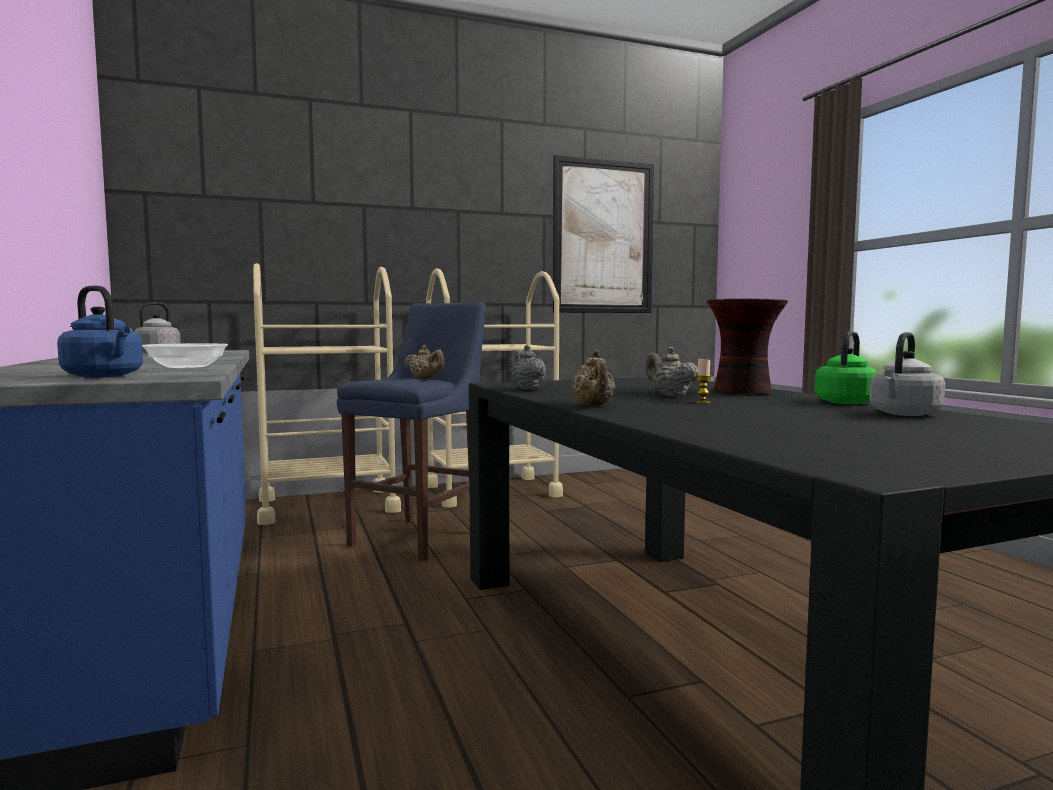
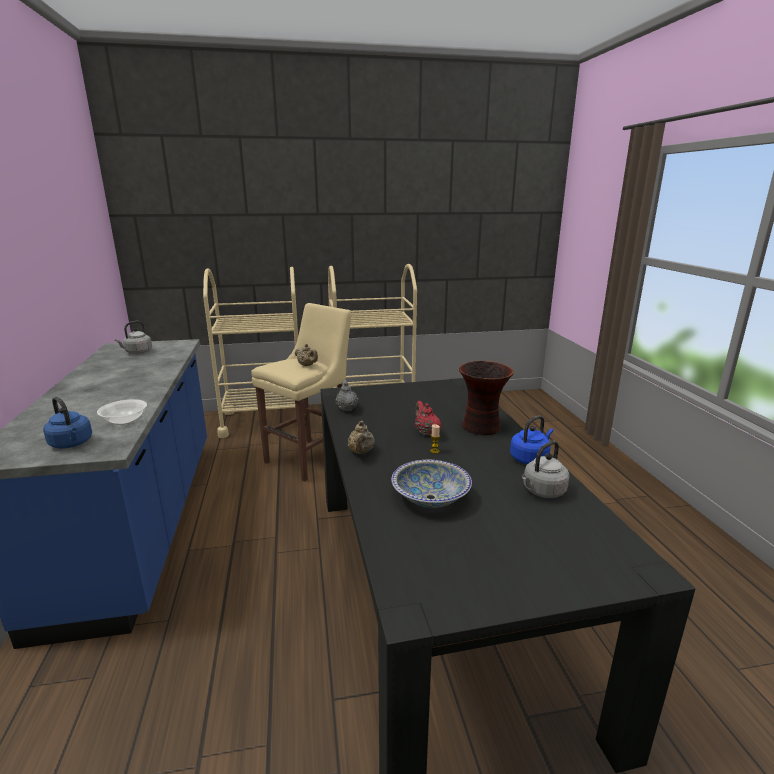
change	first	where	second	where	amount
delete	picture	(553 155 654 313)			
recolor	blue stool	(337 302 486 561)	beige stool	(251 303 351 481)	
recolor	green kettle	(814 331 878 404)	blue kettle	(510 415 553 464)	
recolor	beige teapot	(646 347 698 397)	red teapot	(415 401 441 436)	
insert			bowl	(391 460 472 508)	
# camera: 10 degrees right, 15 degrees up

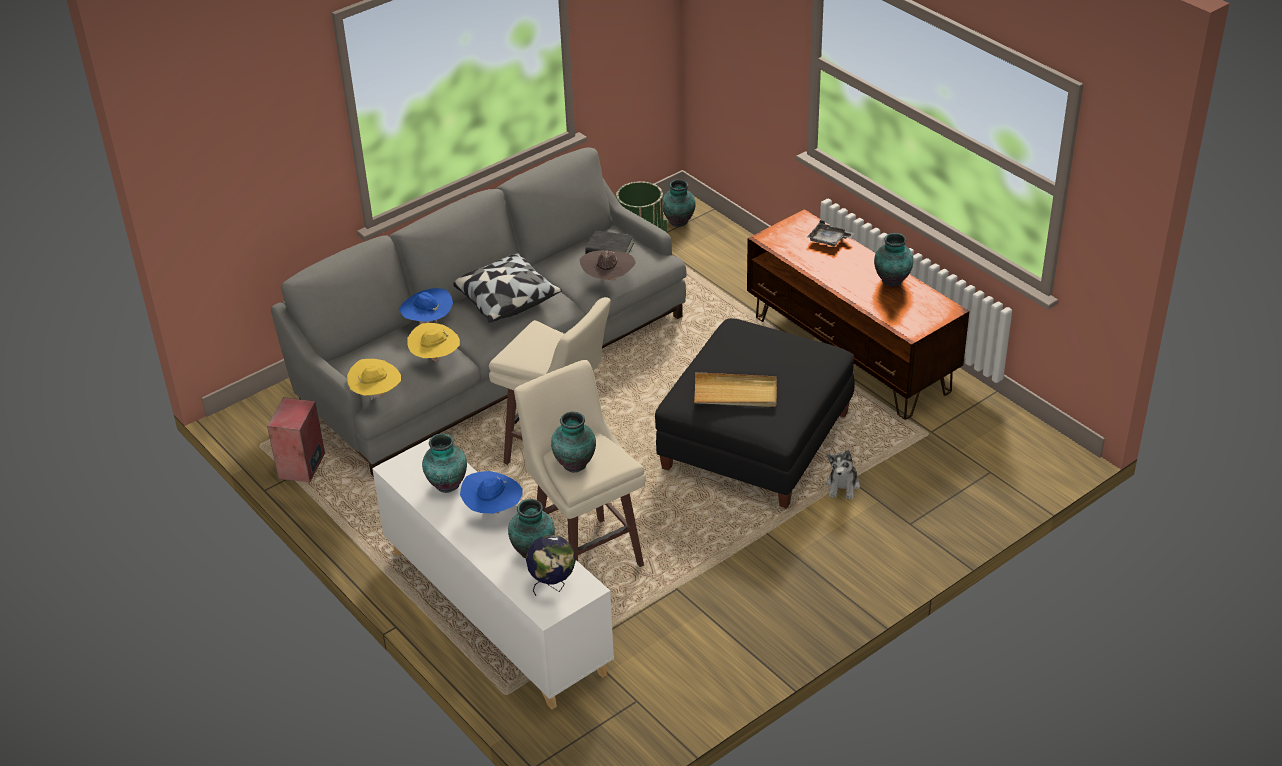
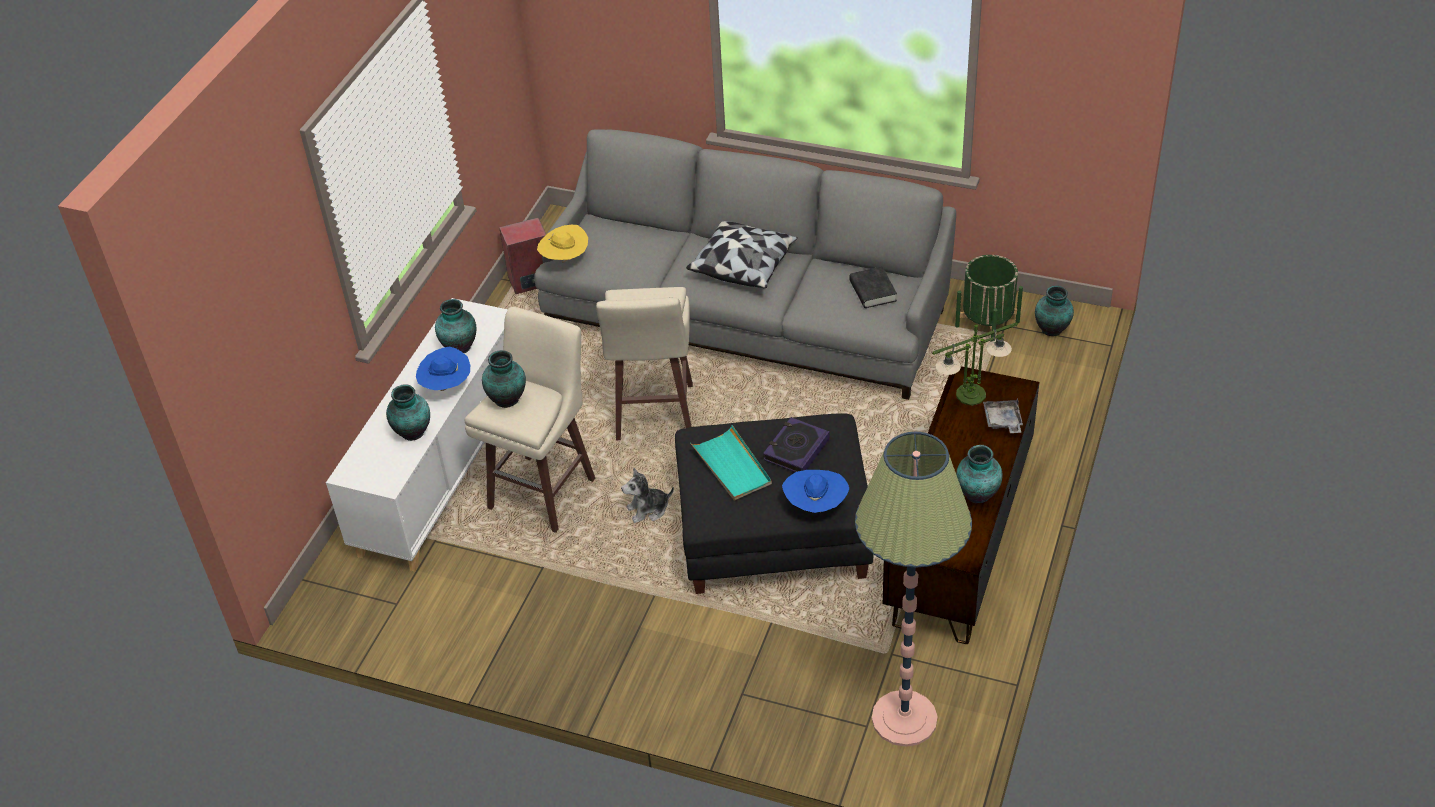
change	first	where	second	where	amount
delete	brown hat	(580 251 636 280)			
move	blue hat	(399 288 453 324)		(782 470 849 513)	
delete	yellow hat	(408 323 460 362)			
recolor	beige tray	(694 372 777 407)	turquoise tray	(690 425 772 501)	
move	plush toy	(826 450 860 500)		(621 468 674 523)	
delete	globe	(526 535 576 596)			
insert			table lamp	(932 323 1018 406)	
insert			book	(763 417 830 472)	
insert			floor lamp	(855 432 972 747)	
# camera: 60 degrees right, 5 degrees up

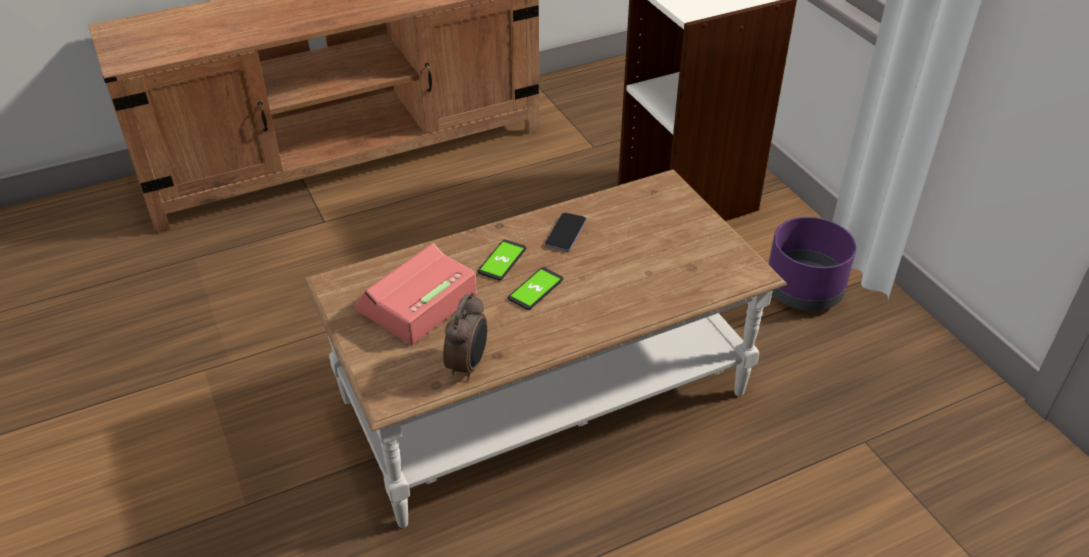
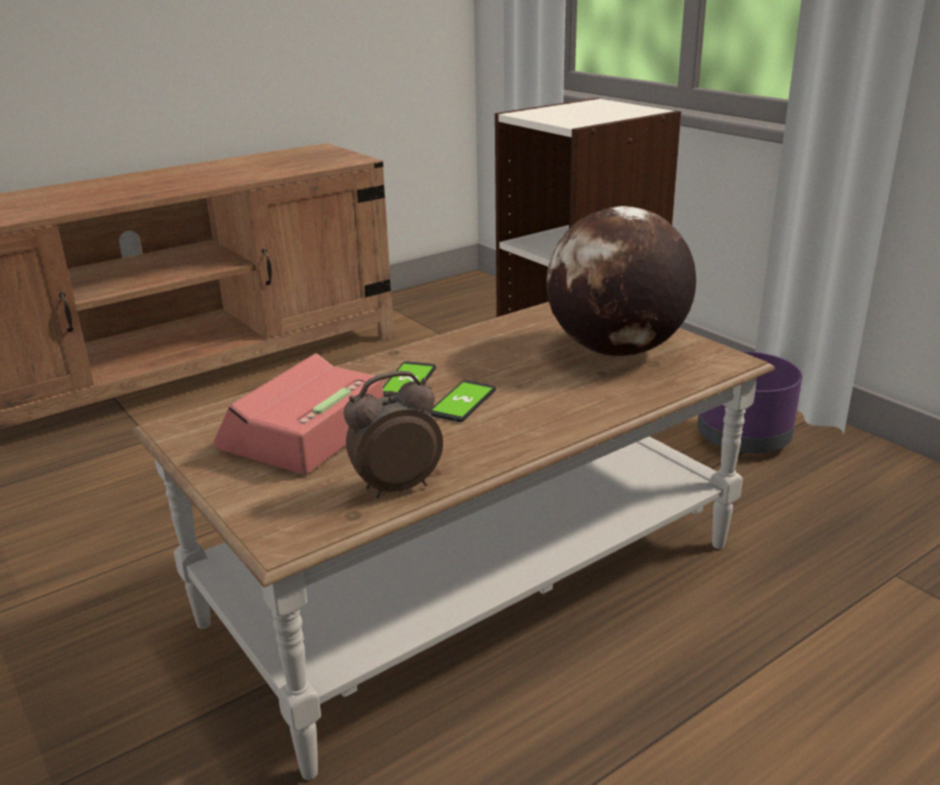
change	first	where	second	where	amount
delete	phone	(545 213 586 251)			
rotate	alarm clock	(443 292 487 380)		(344 371 443 498)	120 degrees counterclockwise
insert			globe	(546 206 696 357)	
# camera: 10 degrees left, 15 degrees down

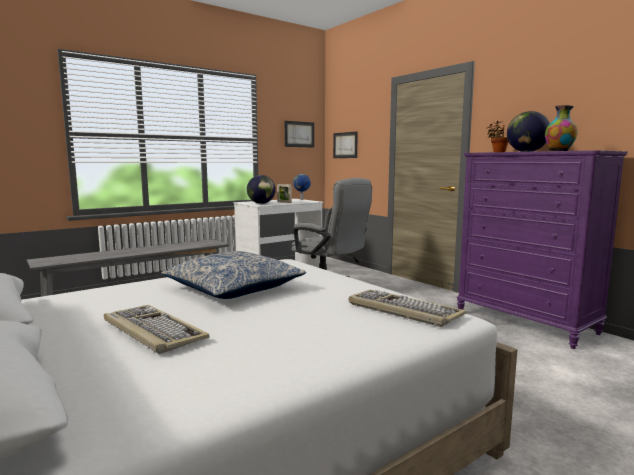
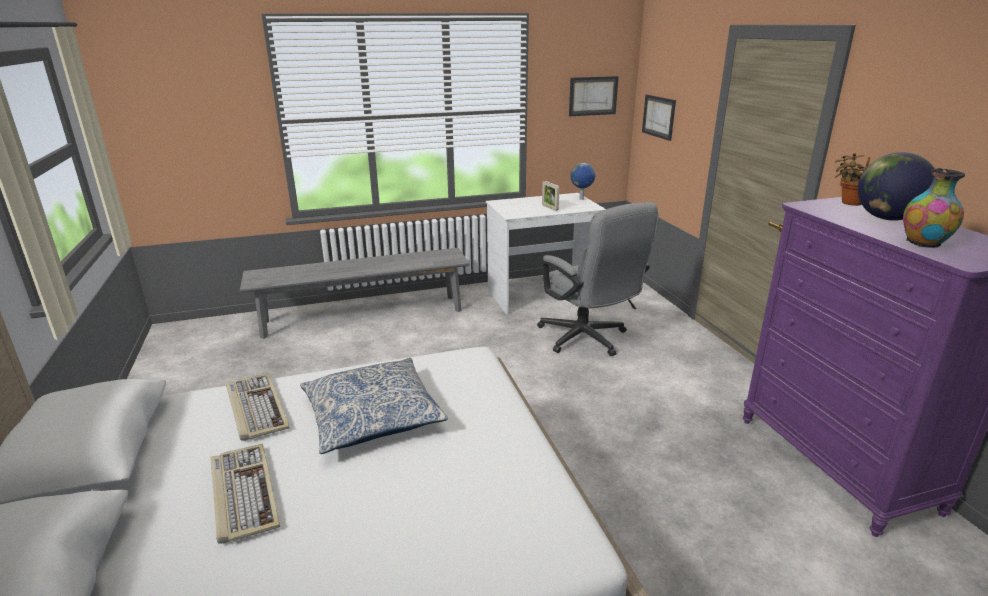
change	first	where	second	where	amount
delete	globe	(247 175 276 204)			
move	keyboard	(349 290 466 327)		(226 374 290 441)	
# camera: 20 degrees right, 15 degrees up

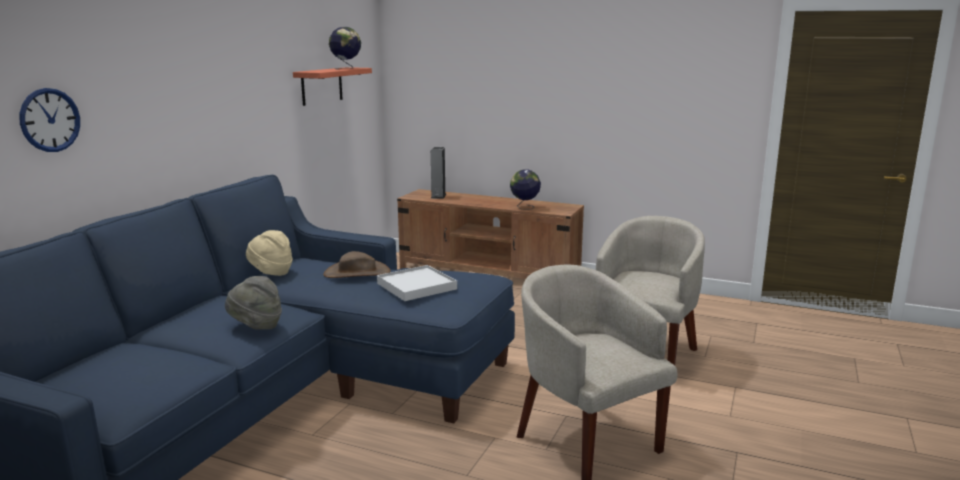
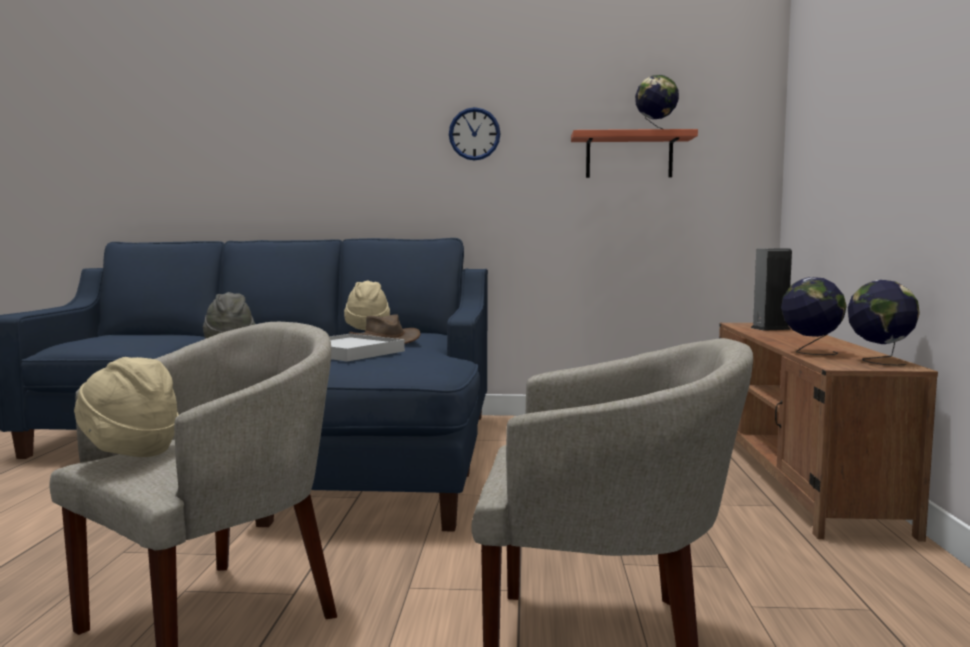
change	first	where	second	where	amount
move	wall clock	(19 88 80 152)		(449 107 500 161)	
insert			globe	(848 280 920 366)	
insert			beige hat	(74 357 179 457)	
# camera: 70 degrees right, 10 degrees down

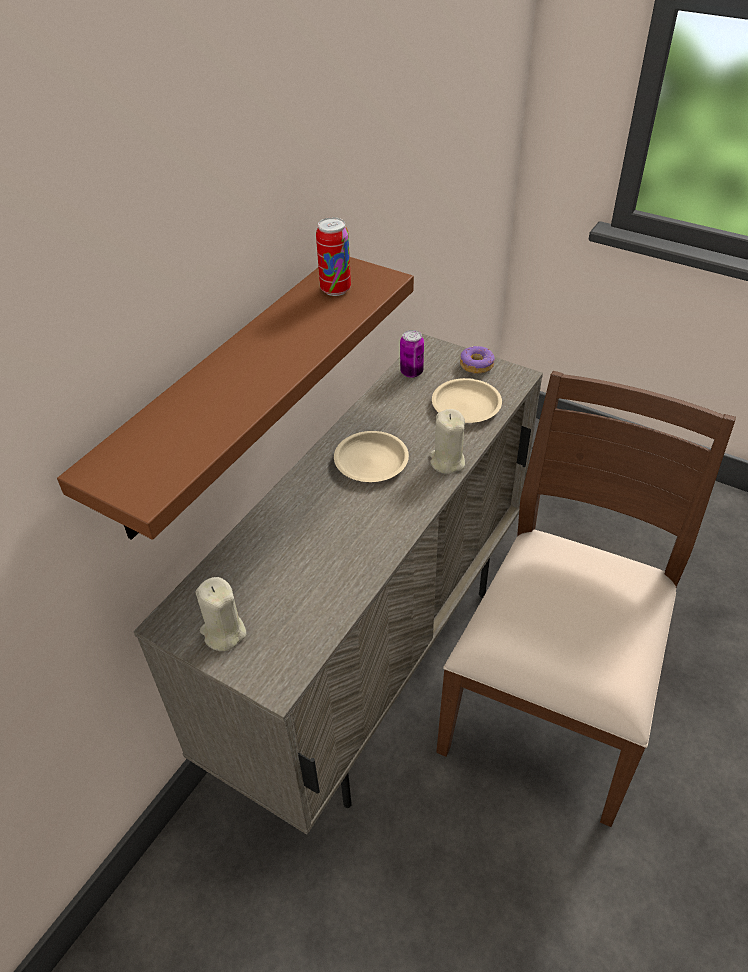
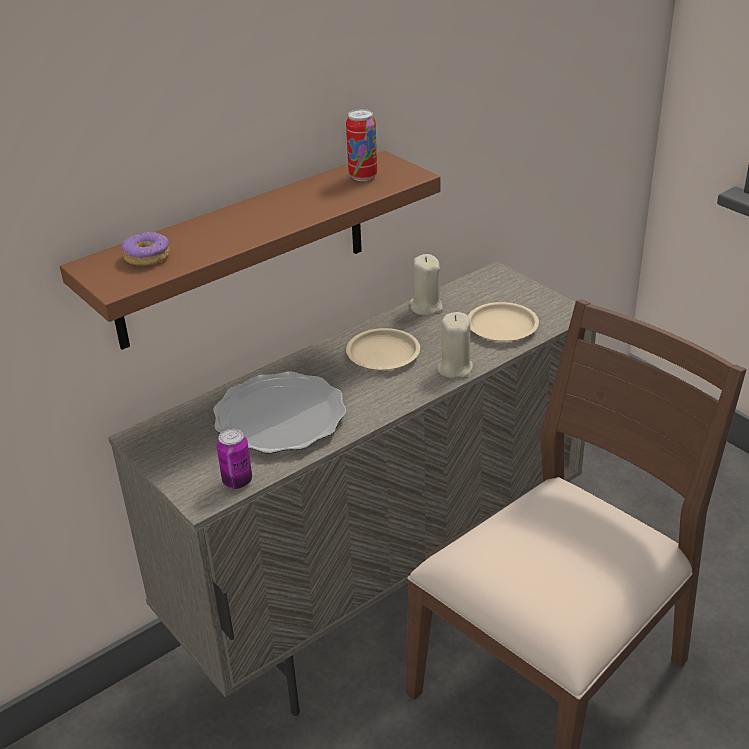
change	first	where	second	where	amount
move	can	(400 330 424 378)		(217 429 252 489)	
move	donut	(460 346 495 374)		(122 232 170 266)	
move	beige candle	(195 577 247 651)		(409 254 443 315)	
insert			plate	(213 372 346 454)	
# camera: 20 degrees right, 10 degrees down

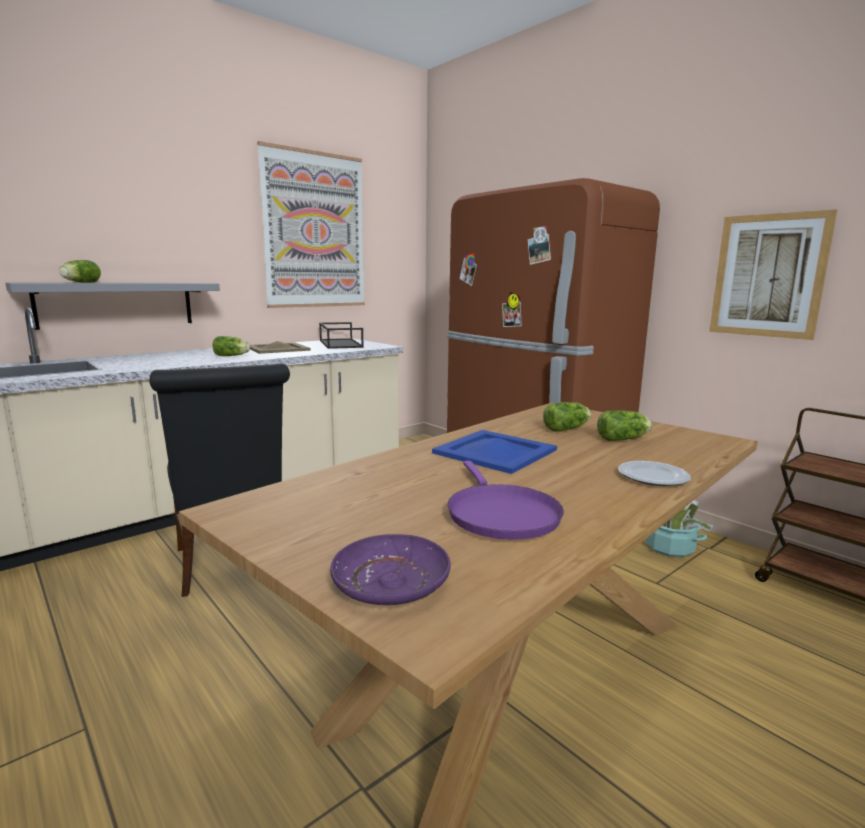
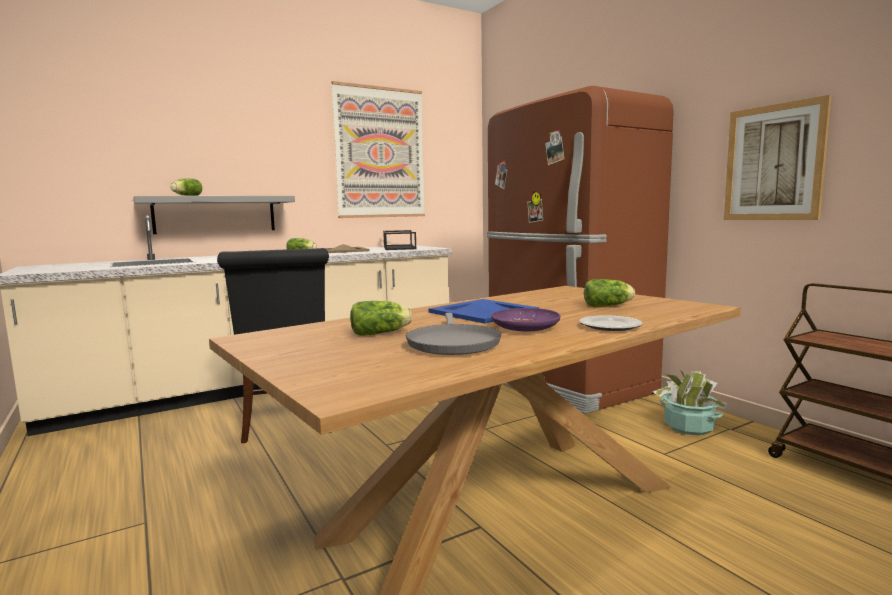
change	first	where	second	where	amount
move	lettuce	(543 402 591 432)		(350 301 412 336)	
recolor	purple frying pan	(448 461 564 540)	grey frying pan	(406 313 501 355)	
move	purple plate	(330 534 451 605)		(491 308 560 332)	
# camera: 10 degrees right, 5 degrees down

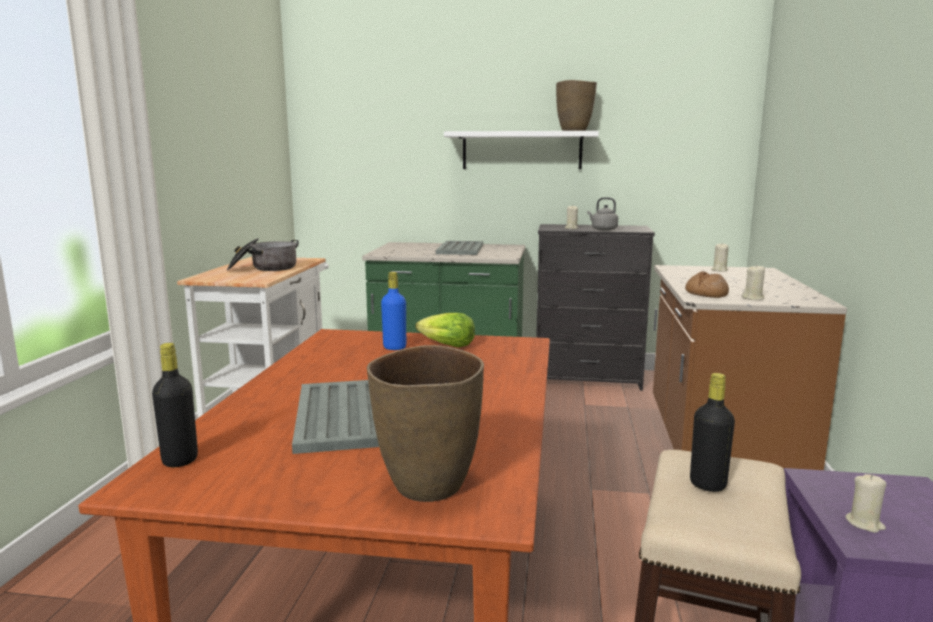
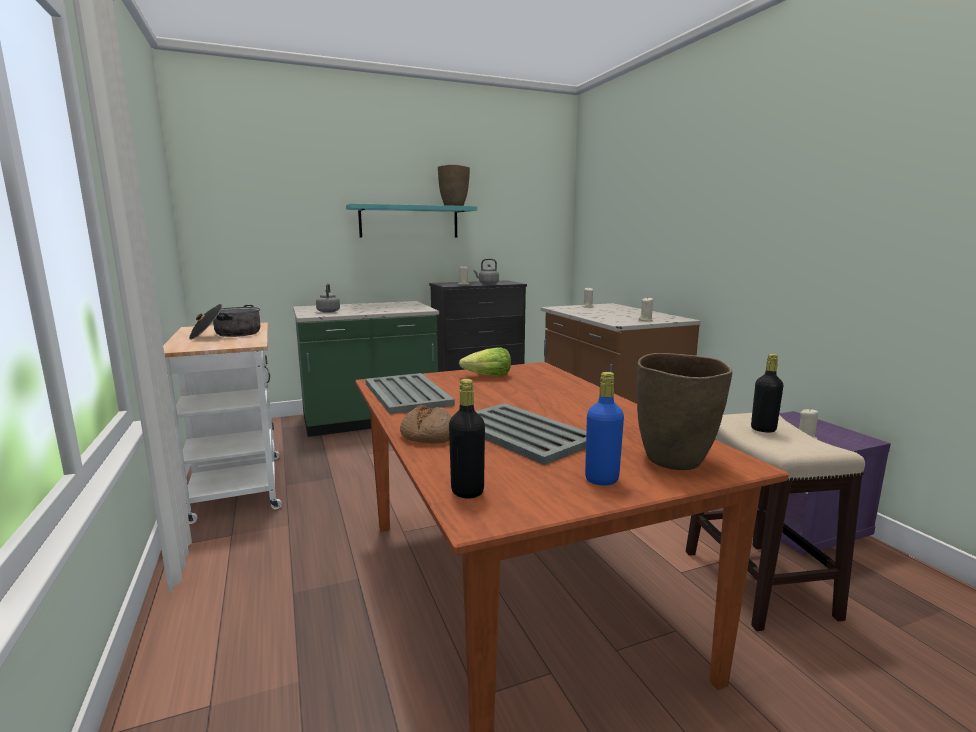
change	first	where	second	where	amount
recolor	white shelf	(444 131 599 169)	turquoise shelf	(346 203 477 238)	
move	grey tray	(436 241 483 255)		(365 373 455 414)	
move	bread	(685 271 729 298)		(400 405 452 444)	
move	blue bottle	(381 272 406 350)		(585 372 624 485)	
insert			grey kettle	(316 283 340 313)	
# camera: 30 degrees left, 0 degrees up

